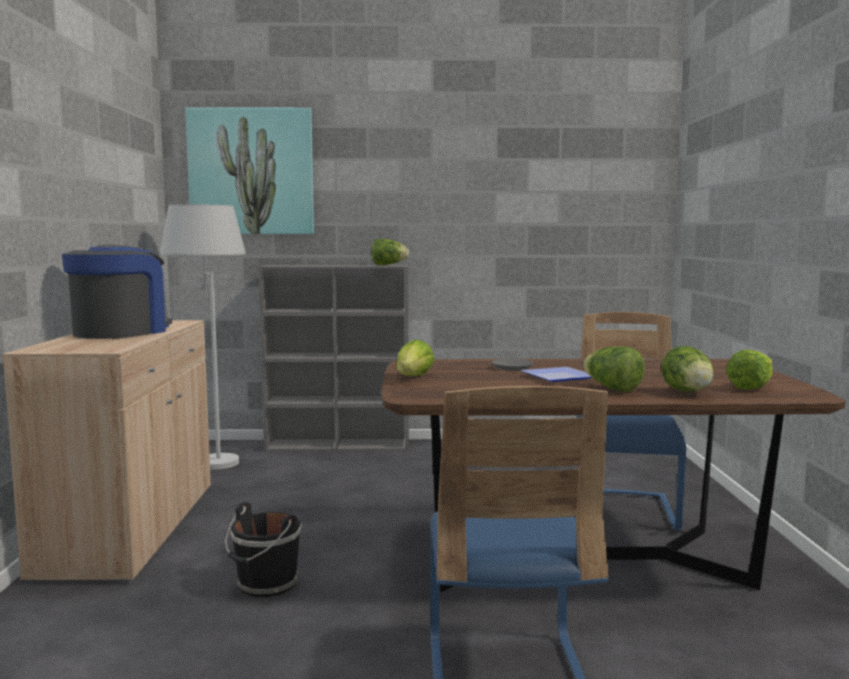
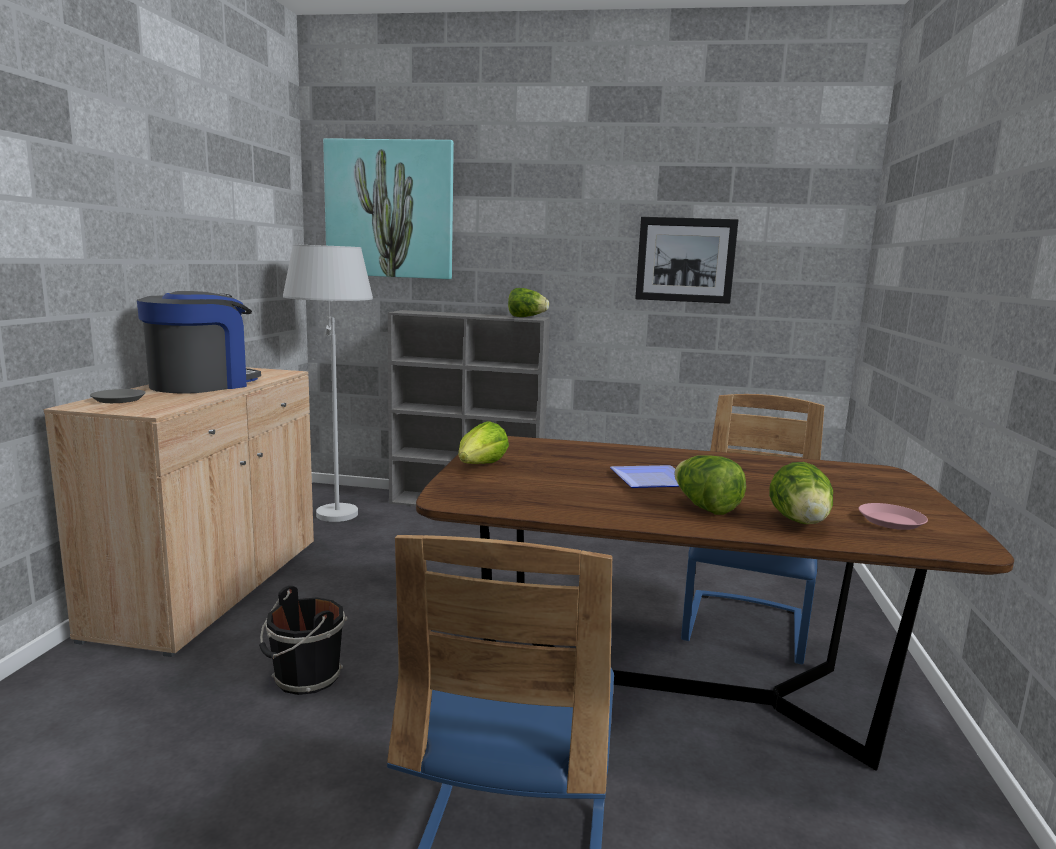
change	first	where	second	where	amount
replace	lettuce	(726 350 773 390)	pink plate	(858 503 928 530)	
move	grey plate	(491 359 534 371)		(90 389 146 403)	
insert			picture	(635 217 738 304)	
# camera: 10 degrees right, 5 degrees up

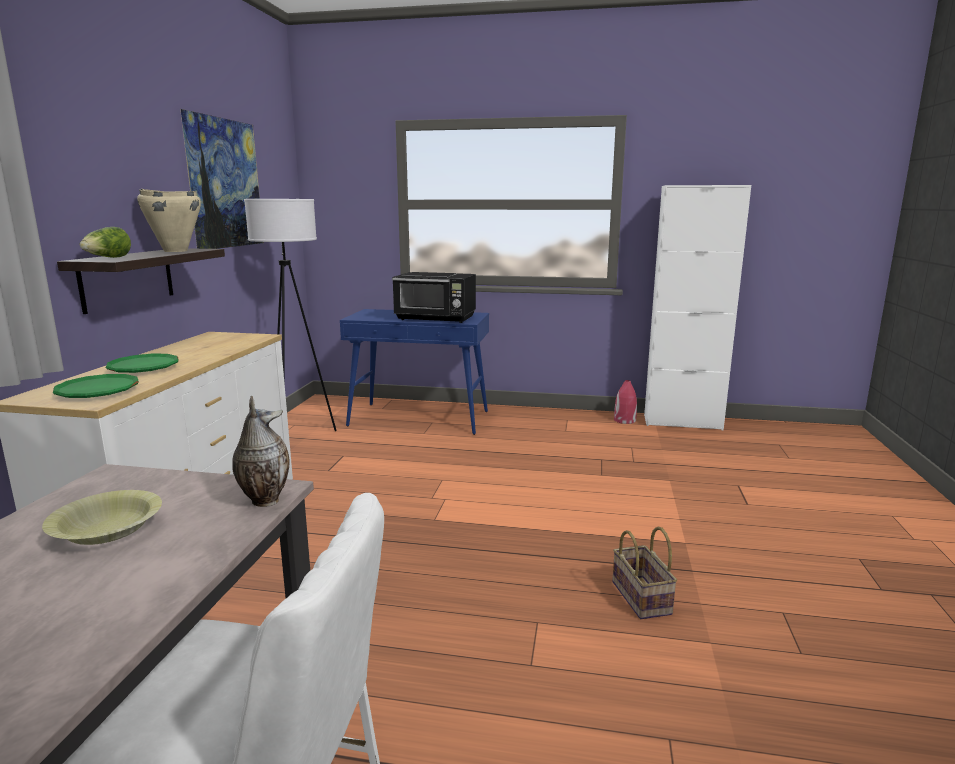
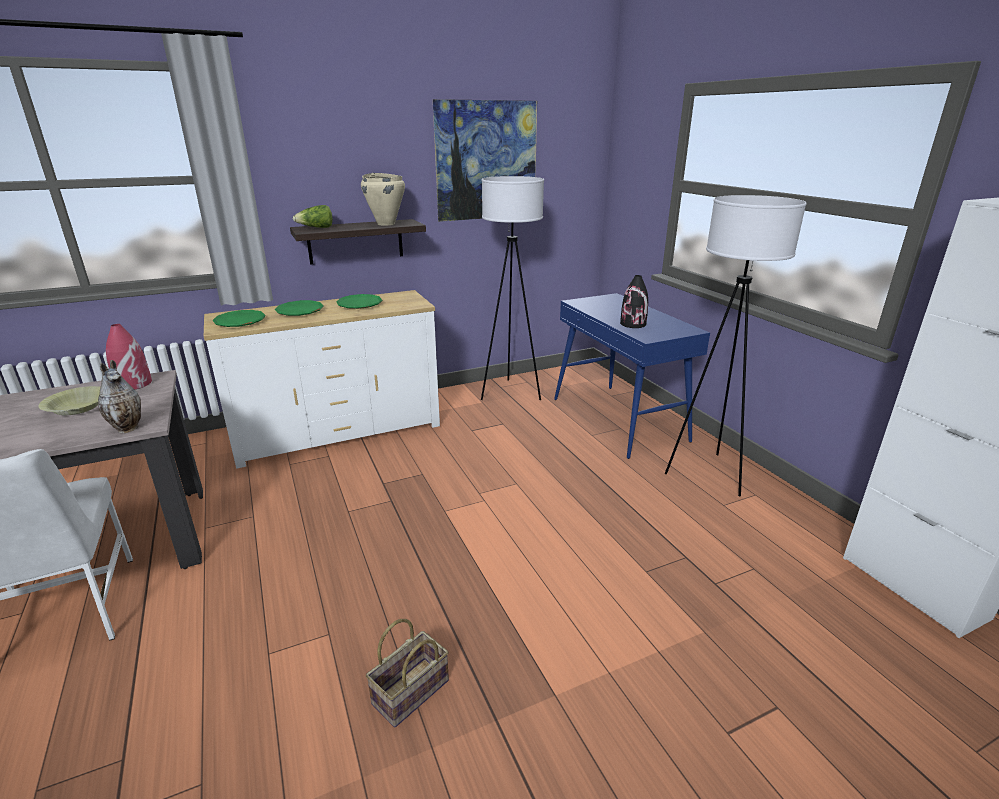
change	first	where	second	where	amount
replace	black microwave	(392 272 476 323)	black vase	(620 275 648 328)	
move	red vase	(614 380 637 424)		(106 324 152 390)	
insert			white floor lamp	(665 195 807 497)	
insert			green plate	(337 294 382 309)	
# camera: 55 degrees right, 10 degrees up

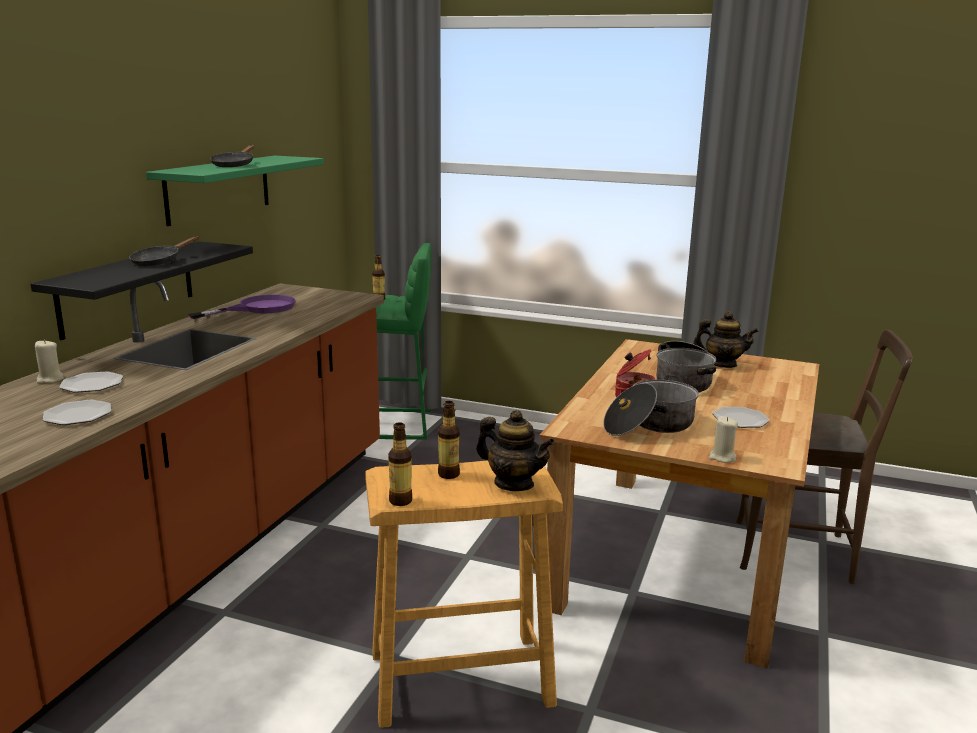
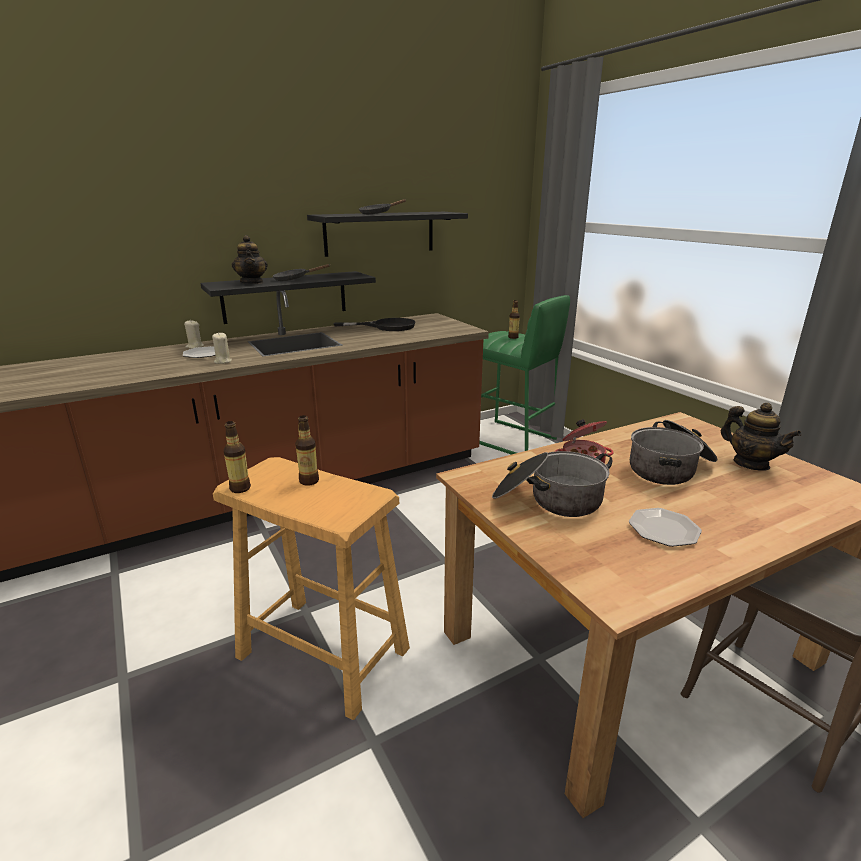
change	first	where	second	where	amount
recolor	green shelf	(146 156 324 226)	black shelf	(307 212 468 257)	
recolor	purple frying pan	(188 294 296 319)	black frying pan	(333 318 416 331)	
delete	plate	(43 400 111 425)			
move	teapot	(476 410 555 491)		(232 235 268 284)	
move	beige candle	(709 416 738 463)		(212 332 232 364)	
# camera: 40 degrees right, 5 degrees up

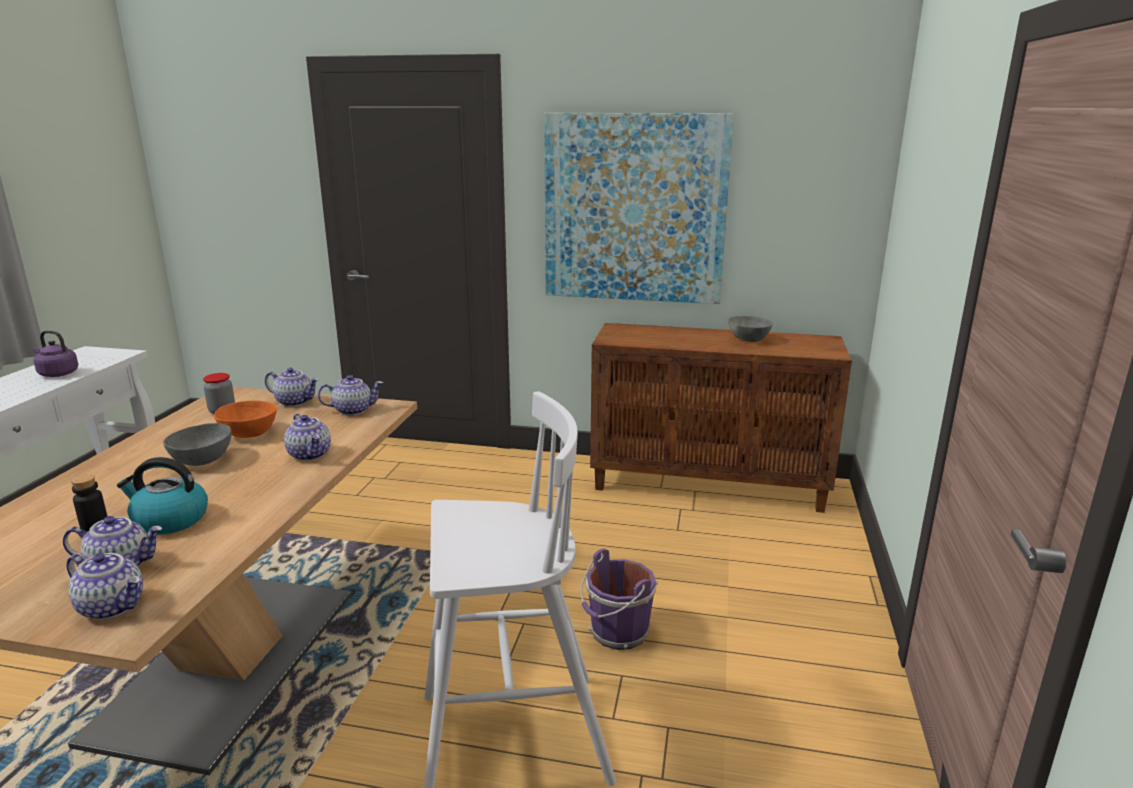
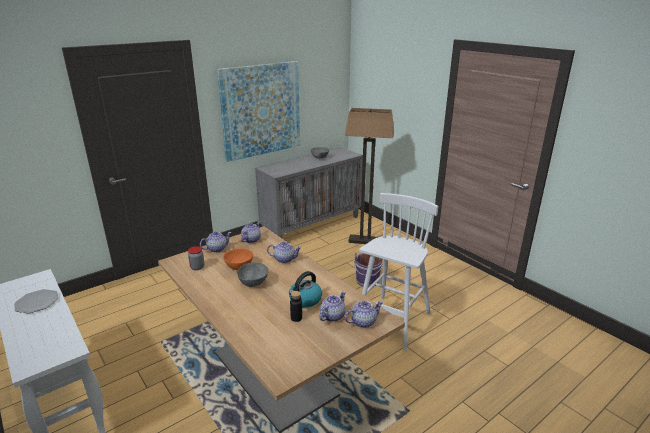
change	first	where	second	where	amount
recolor	brown cabinet	(590 323 852 513)	grey cabinet	(255 147 363 238)	
replace	purple kettle	(33 330 78 377)	plate	(14 289 59 313)	
insert			floor lamp	(345 108 394 244)	
# camera: 50 degrees left, 5 degrees up

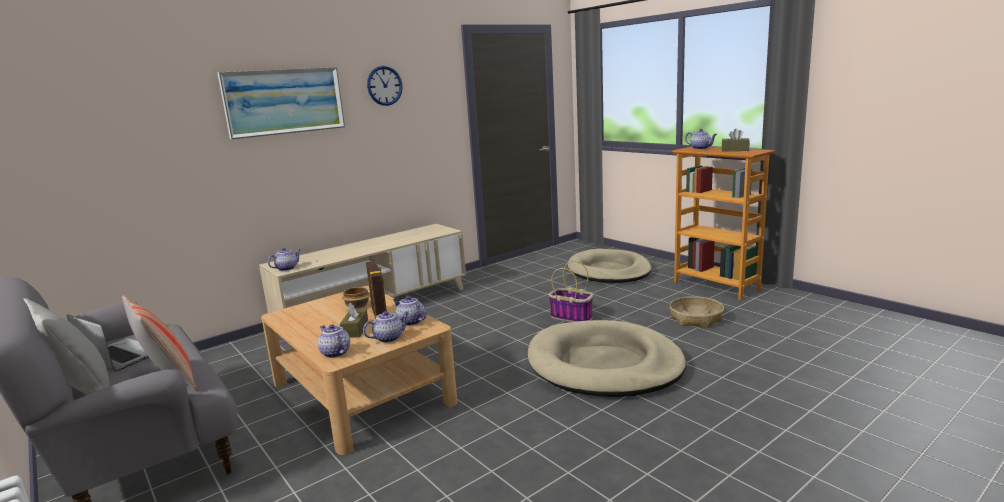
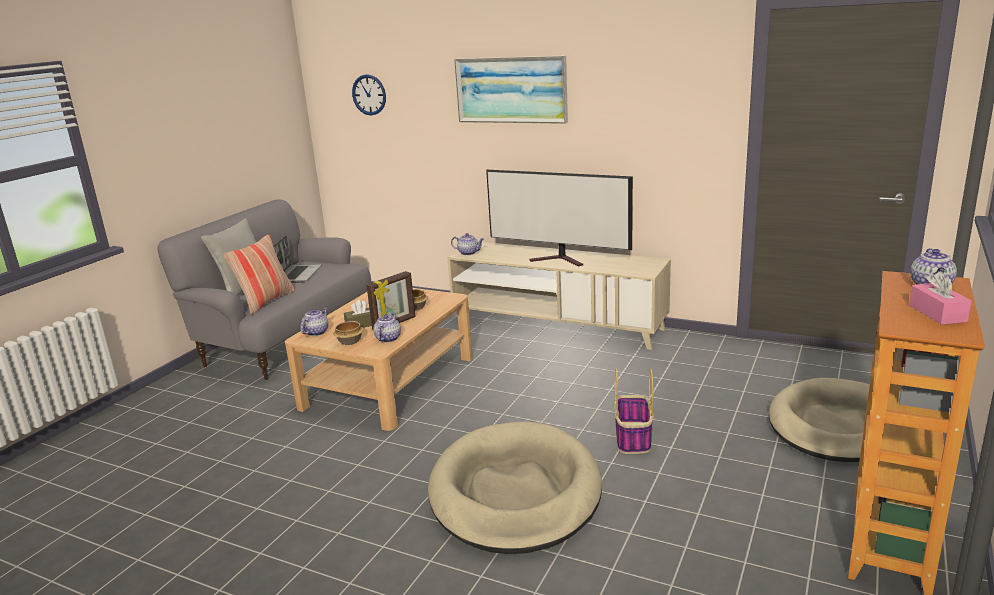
change	first	where	second	where	amount
move	wall clock	(367 66 402 106)		(352 74 386 116)	
recolor	brown tissue box	(722 129 750 151)	pink tissue box	(909 271 972 325)	
delete	basket	(670 296 724 328)			
replace	teapot	(363 311 409 343)	bowl	(333 321 364 345)	
insert			television	(486 170 633 267)	
# camera: 65 degrees right, 5 degrees up

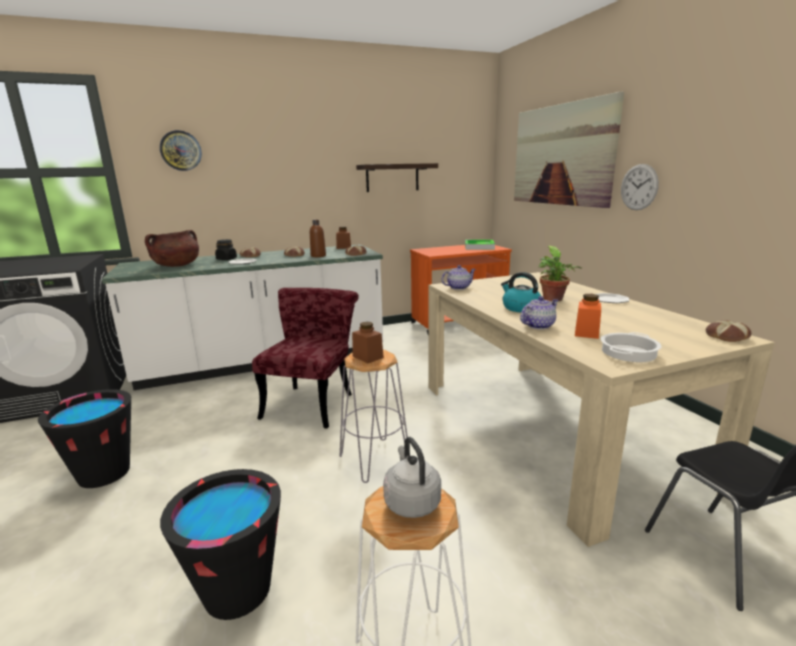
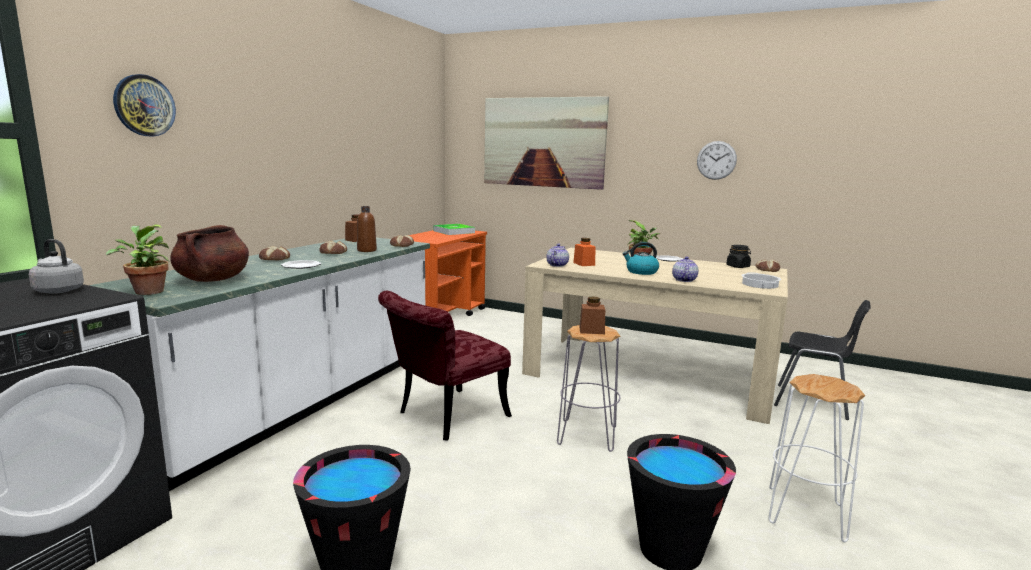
change	first	where	second	where	amount
delete	shelf	(356 163 438 192)			
move	wall clock	(621 164 659 210)		(697 141 737 180)	
move	black jar	(215 239 237 260)		(726 245 751 268)	
rotate	red chair	(252 288 359 428)		(378 291 512 441)	105 degrees counterclockwise
move	orange jar	(575 294 601 339)		(573 238 595 266)	
move	grey kettle	(383 437 441 518)		(29 239 84 294)	
insert			potted plant	(105 224 170 295)	
# camera: 45 degrees left, 5 degrees down

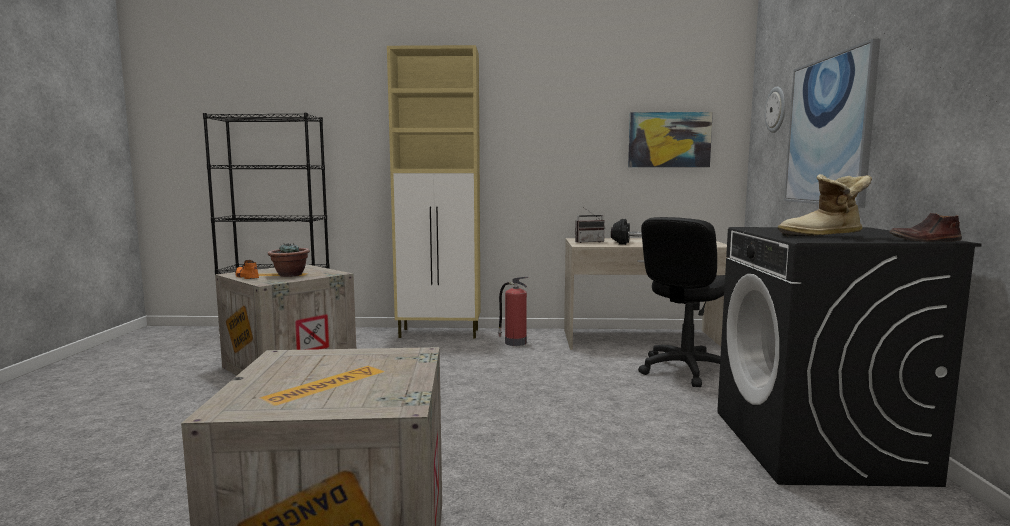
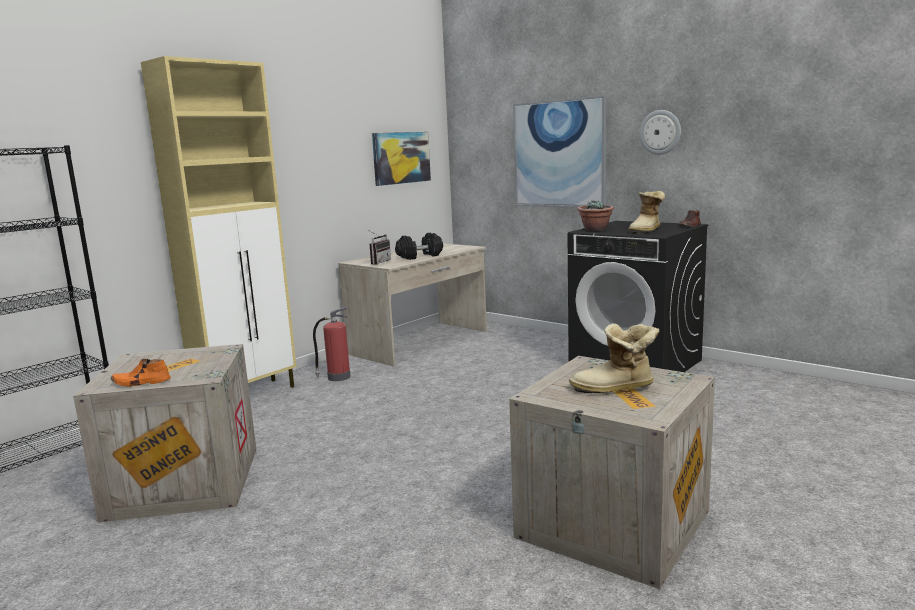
change	first	where	second	where	amount
move	wall clock	(765 87 786 133)		(640 110 681 155)	
delete	black office chair	(638 217 725 387)			
move	potted plant	(268 243 310 277)		(577 200 614 231)	
insert			boot	(569 323 659 393)	
# camera: 50 degrees left, 5 degrees up

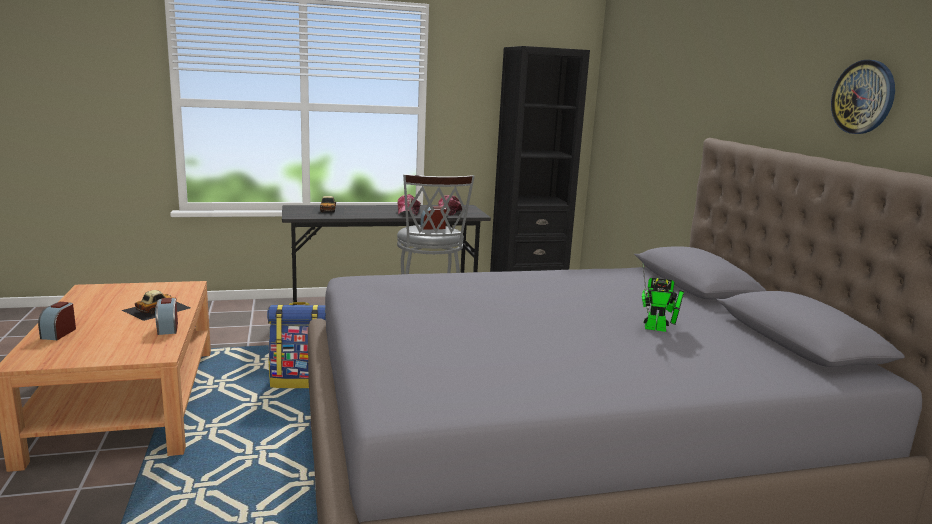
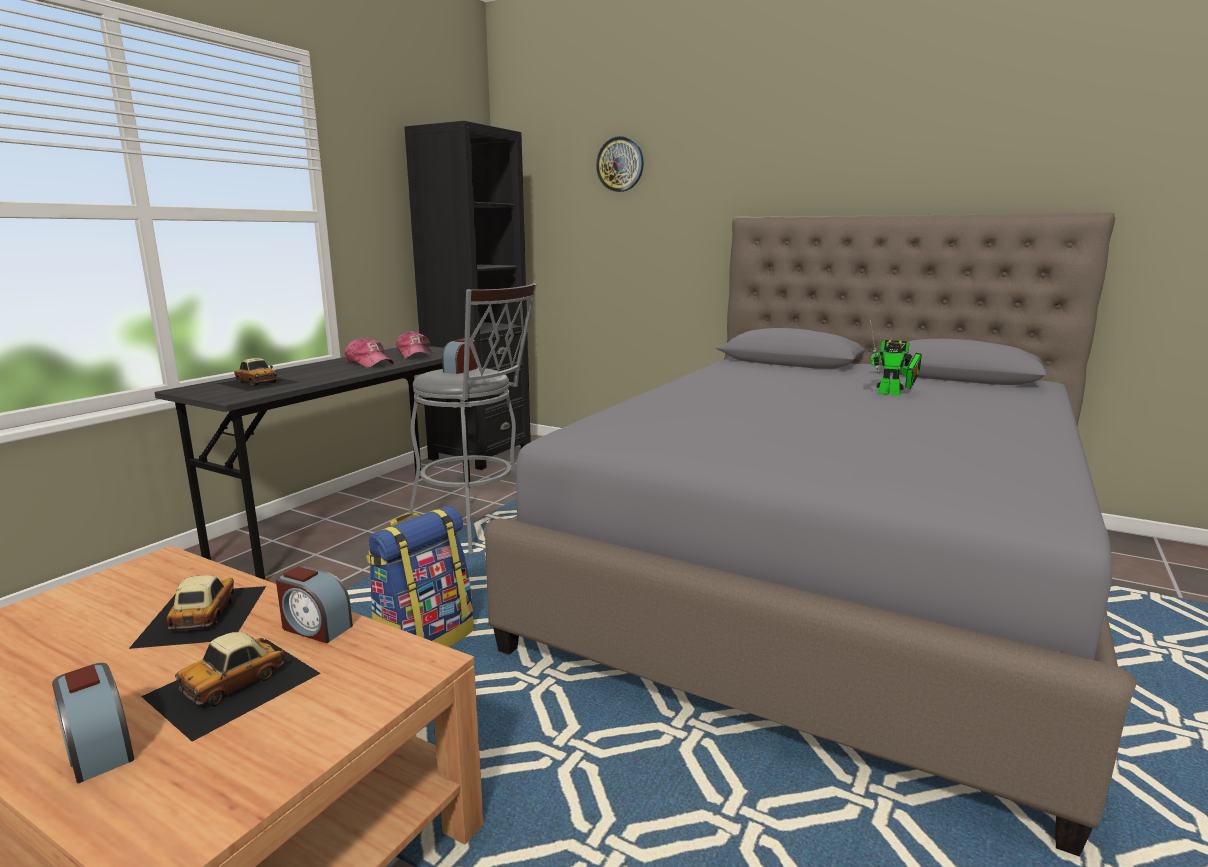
change	first	where	second	where	amount
move	wall clock	(831 60 895 134)		(596 136 644 192)	
rotate	toy robot	(642 263 685 332)		(870 320 922 396)	60 degrees clockwise
insert			toy car	(141 632 321 742)	
# camera: 45 degrees left, 0 degrees up

